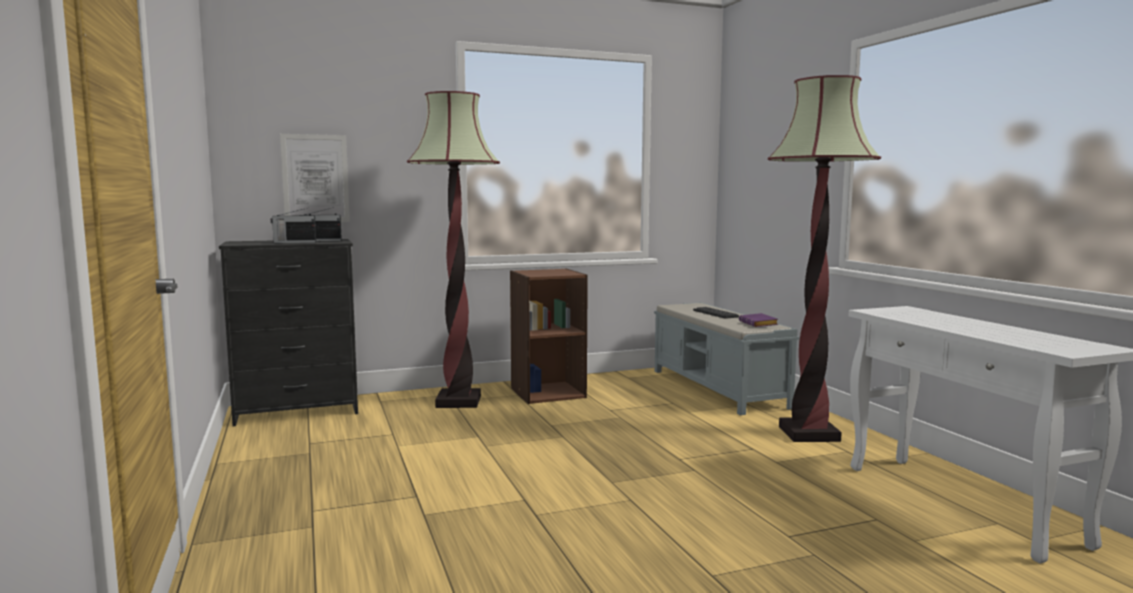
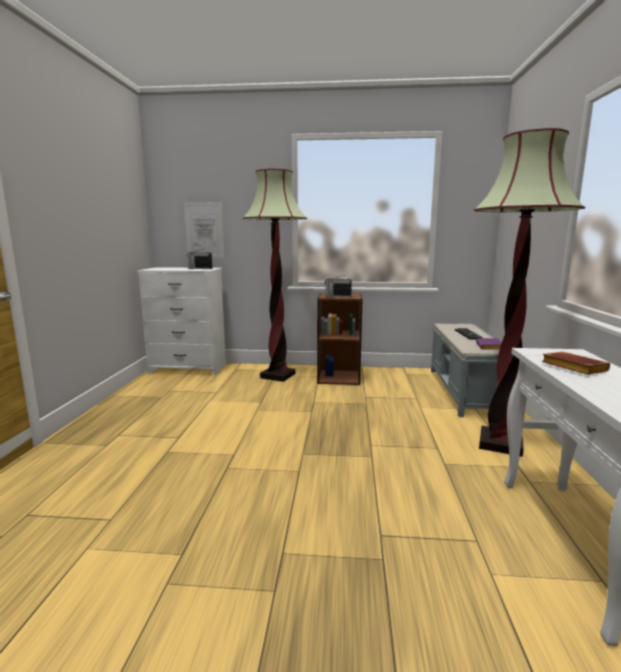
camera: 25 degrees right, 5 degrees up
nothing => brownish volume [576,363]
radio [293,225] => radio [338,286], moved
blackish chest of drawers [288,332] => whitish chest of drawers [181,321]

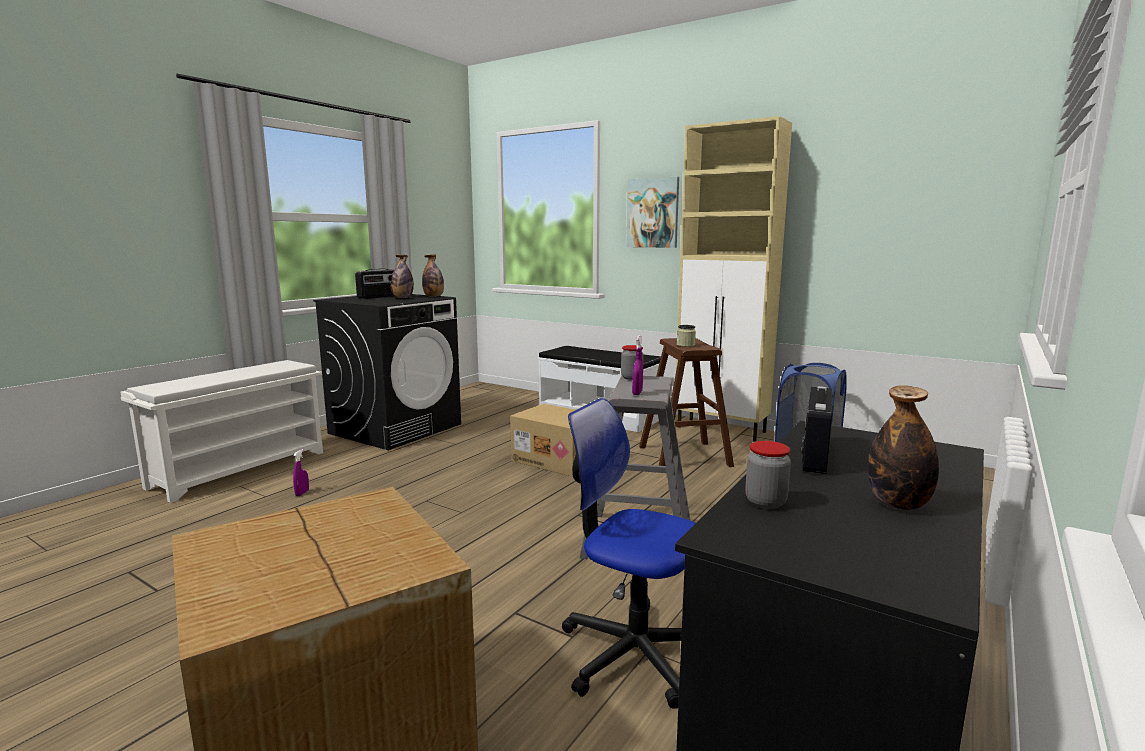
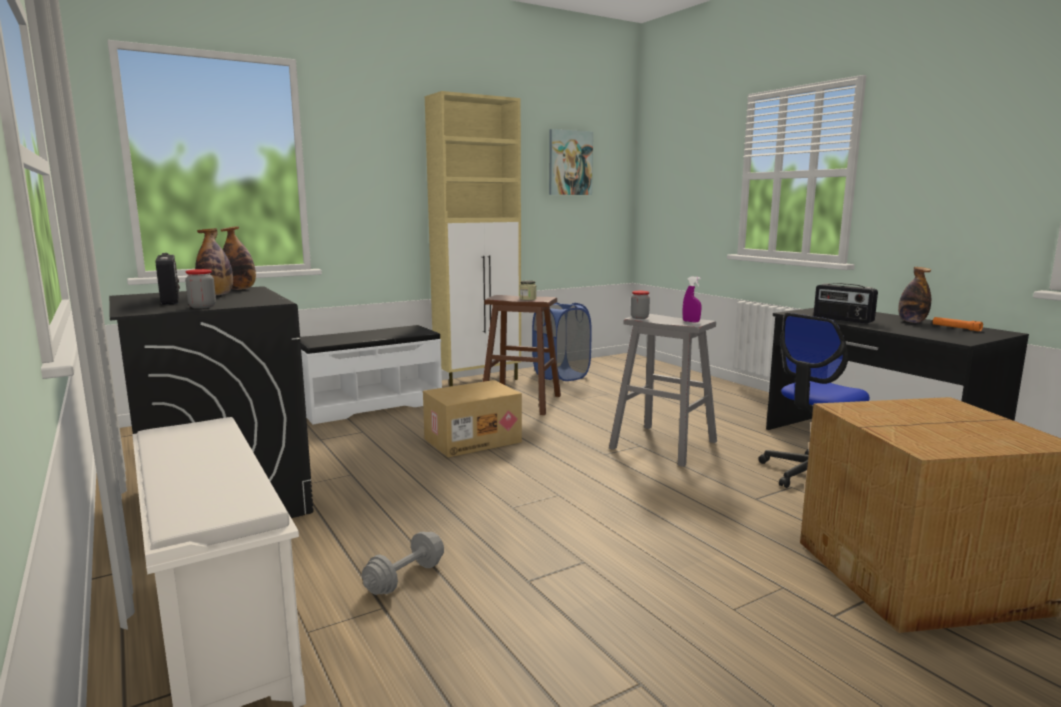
camera: 65 degrees left, 0 degrees up
nothing => orange flashlight [958,324]
wall art [652,212] => wall art [571,162], moved
preserve jar [768,475] => preserve jar [200,289], moved
purple sprayer [301,472] => gray free weight [403,563]

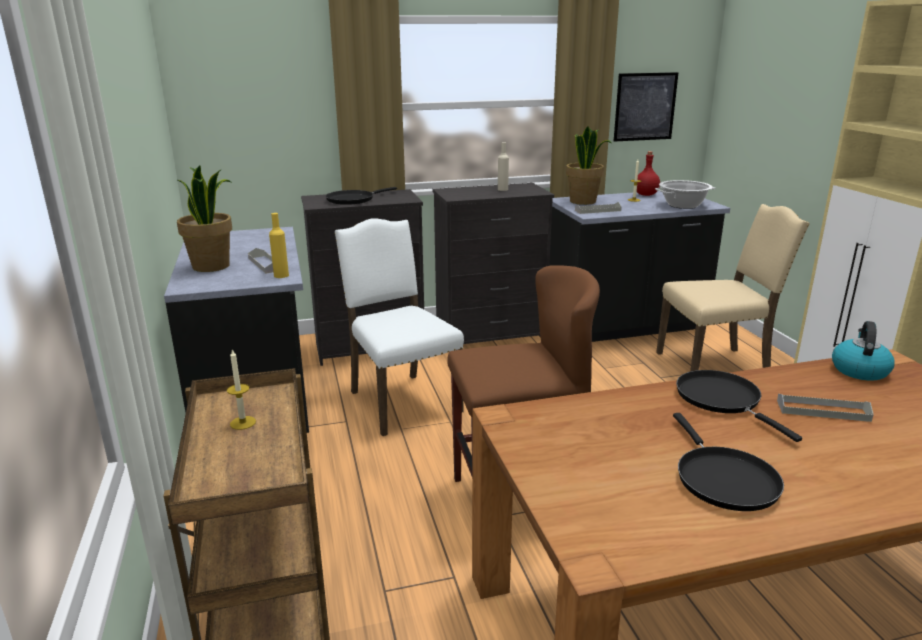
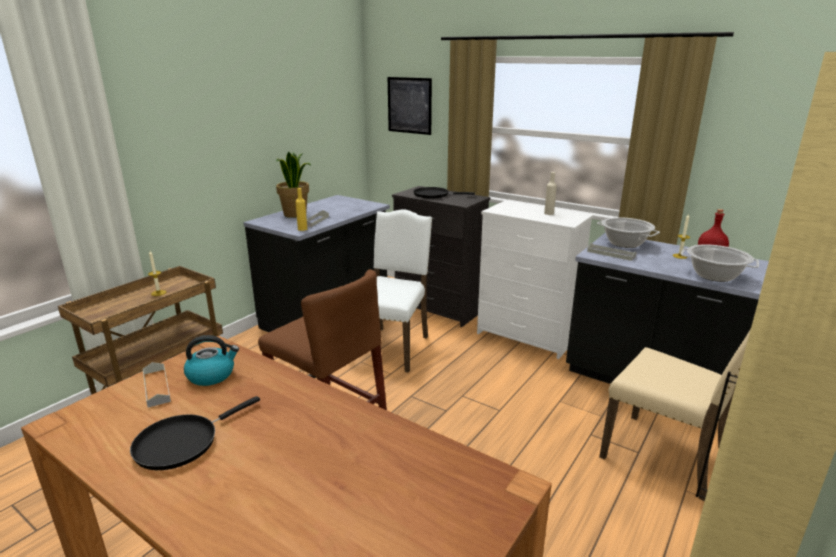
camera: 50 degrees right, 0 degrees up
blackish skillet [739,406] => nothing
wall art [646,107] => wall art [410,106], moved
gray carrying tray [825,408] => gray carrying tray [157,384], moved
kettle [863,351] => kettle [211,360], moved
potted plant [589,166] => cooking pot [628,232]
blackish chest of drawers [493,263] => whitish chest of drawers [535,280]

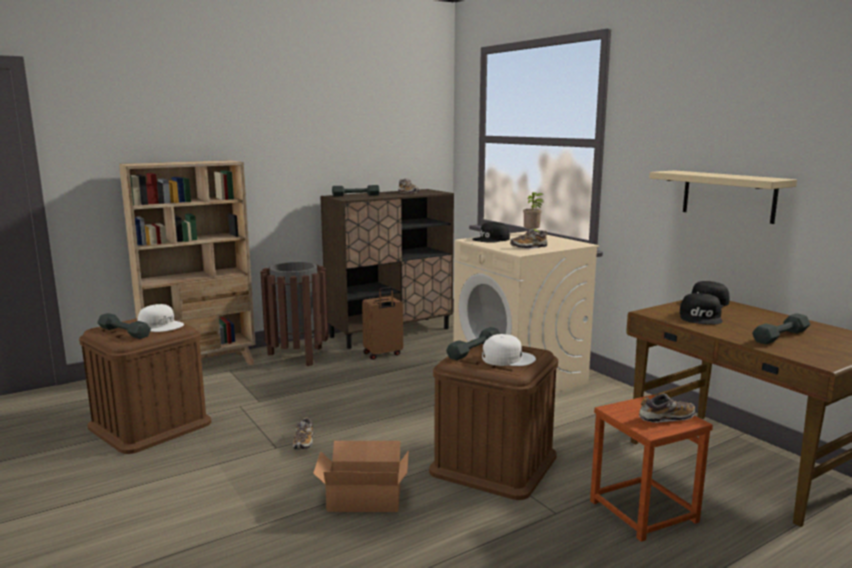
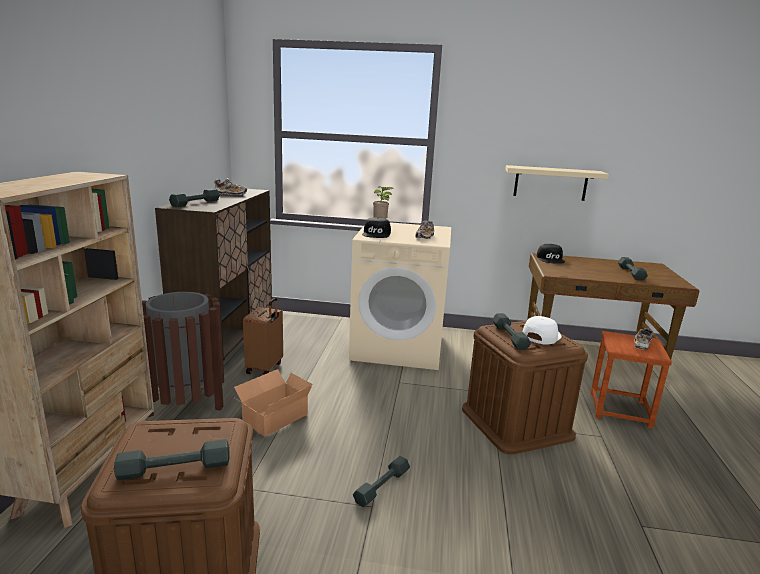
camera: 50 degrees left, 5 degrees up
whitish peaked cap [160,318] => nothing
blackish peaked cap [701,309] => nothing
cardboard box [361,476] => cardboard box [273,402], moved
shoe [303,434] => gray free weight [381,481]

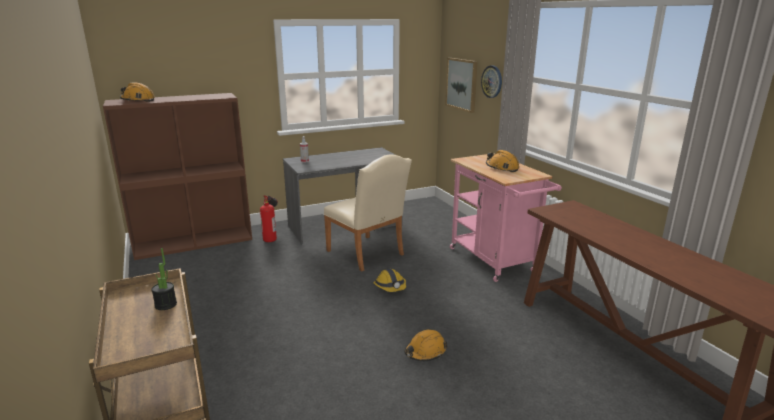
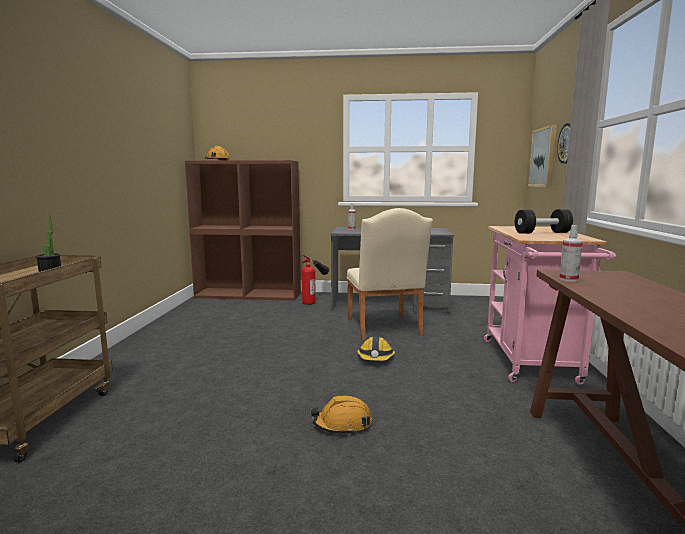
camera: 30 degrees right, 10 degrees down
nothing => sprayer [571,253]
orange hard hat [502,161] => blackish free weight [544,221]

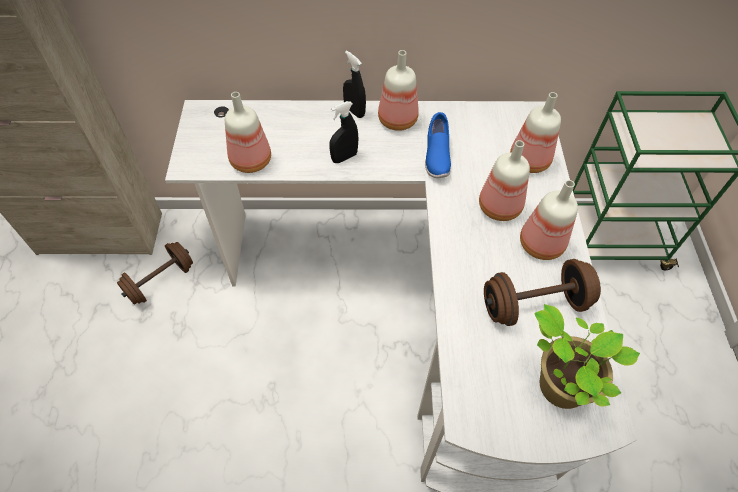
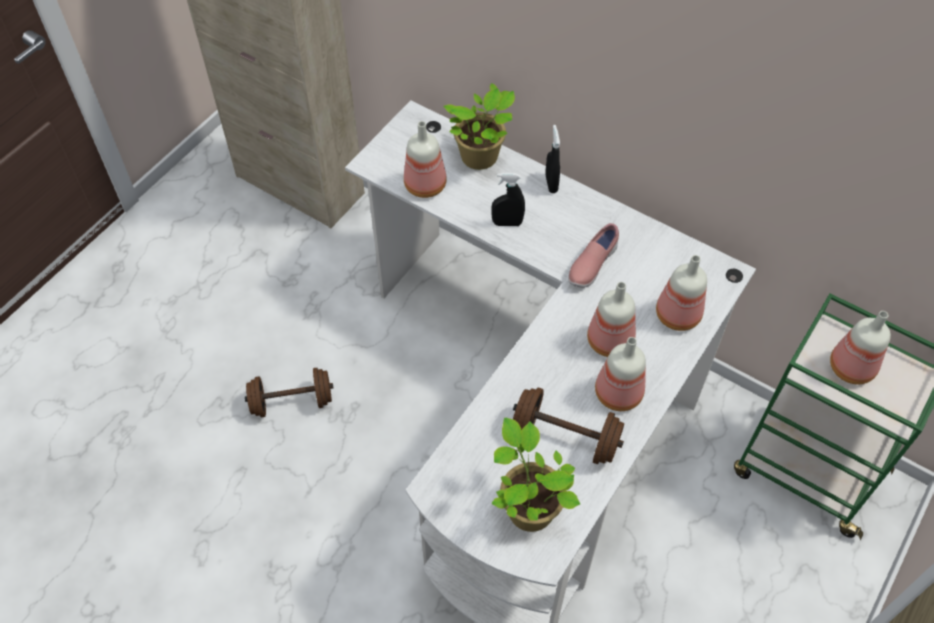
camera: 35 degrees right, 0 degrees up
nothing => potted plant [479,126]
brownish free weight [155,273] => brownish free weight [289,392], moved
beverage bottle [398,90] => beverage bottle [860,347], moved
blue shoe [438,145] => pinkish shoe [593,255]

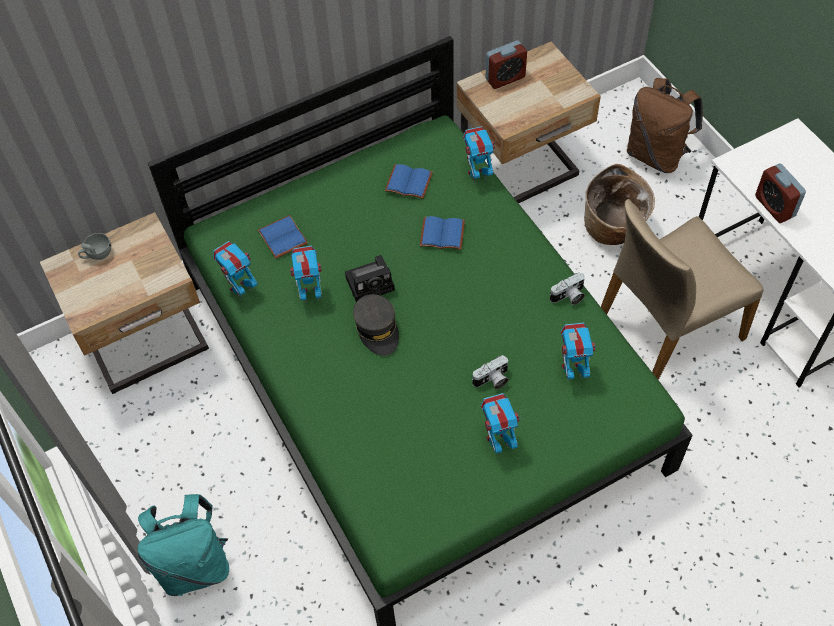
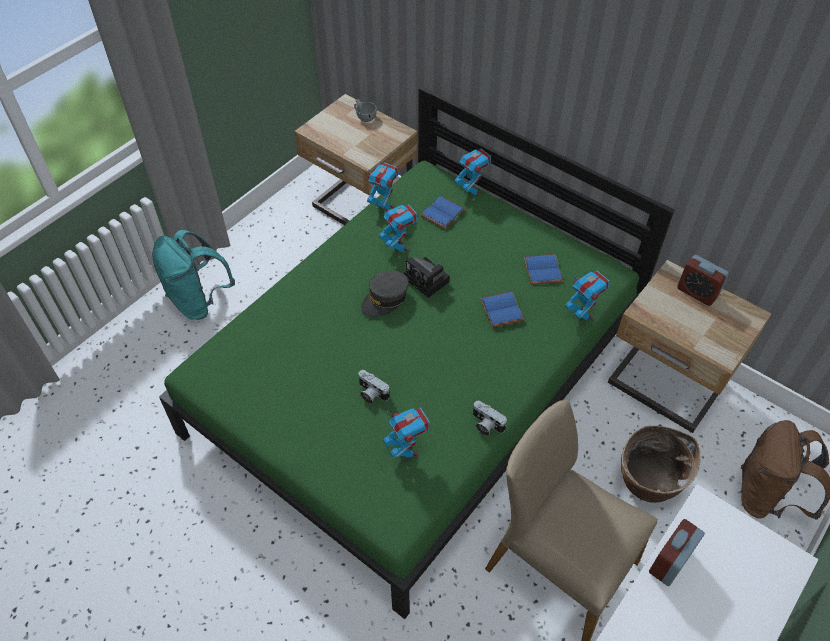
camera: 65 degrees right, 5 degrees down
toy robot [501,423] => toy robot [472,173], moved

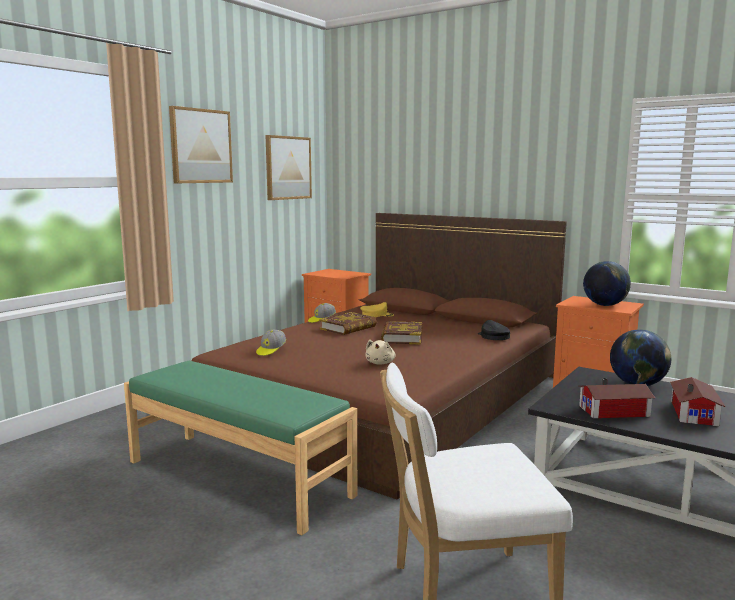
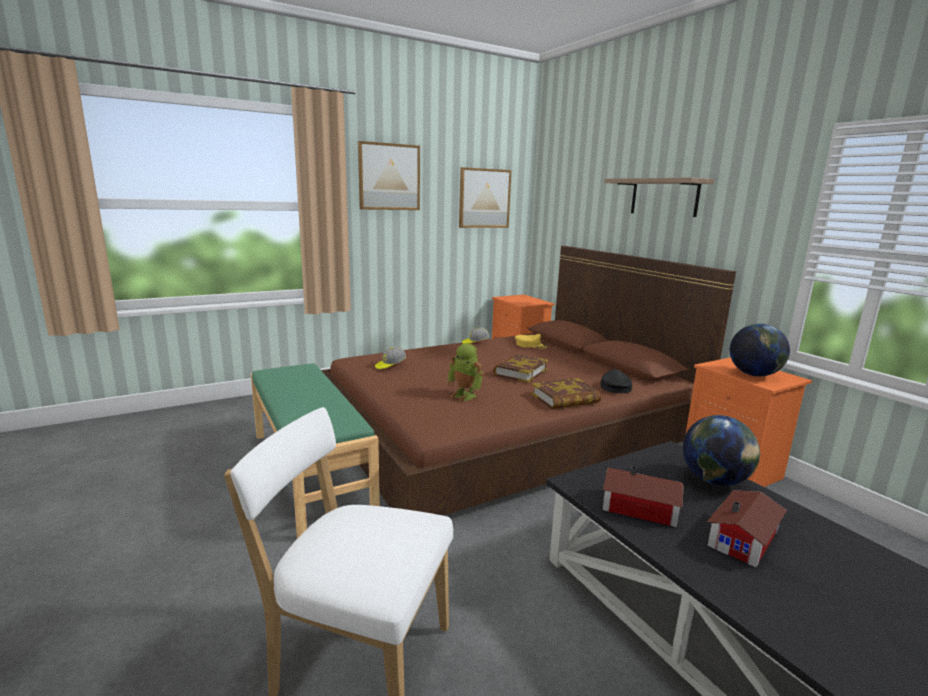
camera: 25 degrees right, 5 degrees up
nothing => bracket shelf [659,197]
volume [348,323] => volume [566,393], moved
sand-coloured cuddly toy [380,352] => toy robot [465,372]

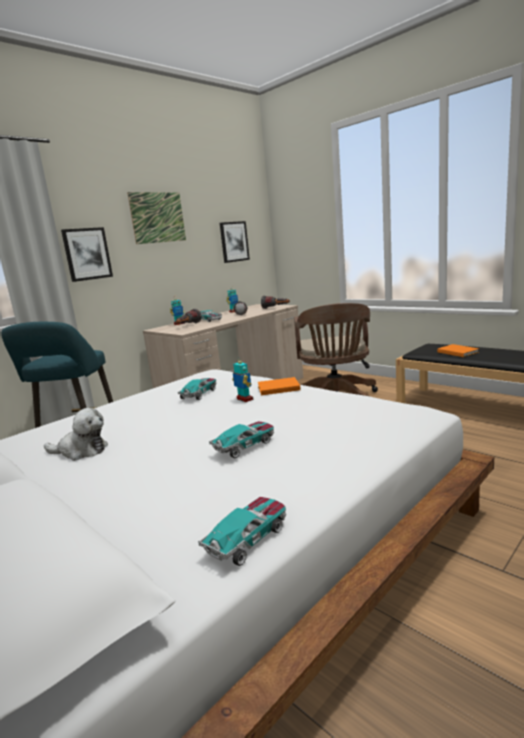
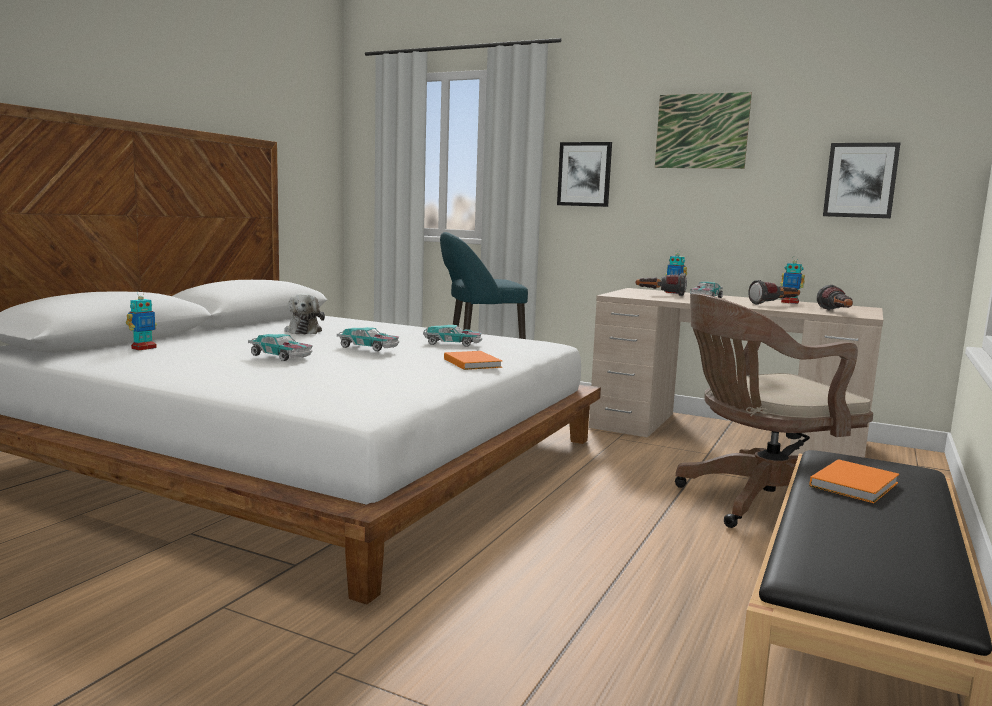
camera: 70 degrees right, 5 degrees down
model car [242,531] => model car [368,339], moved
toy robot [242,379] => toy robot [141,320], moved

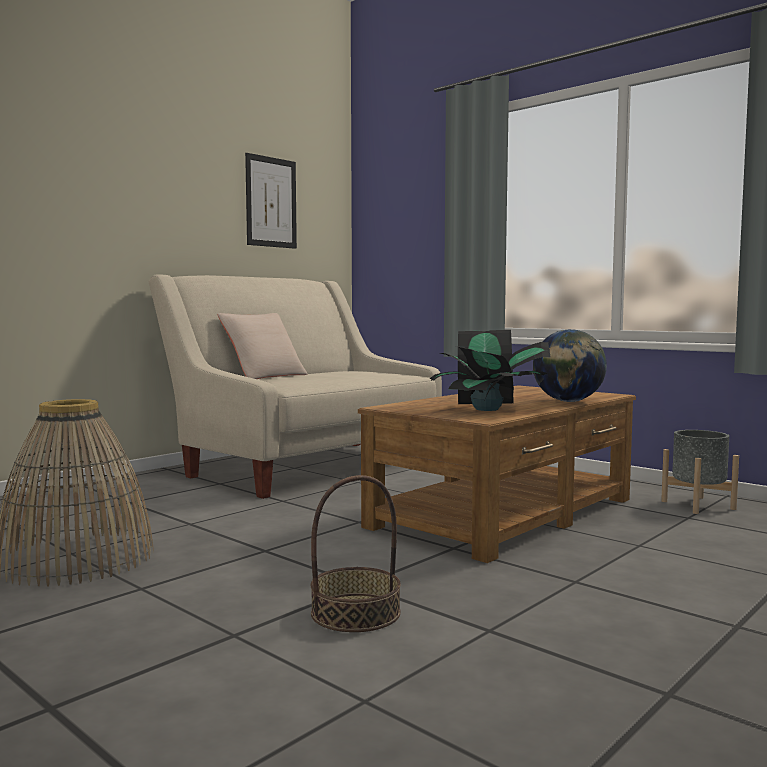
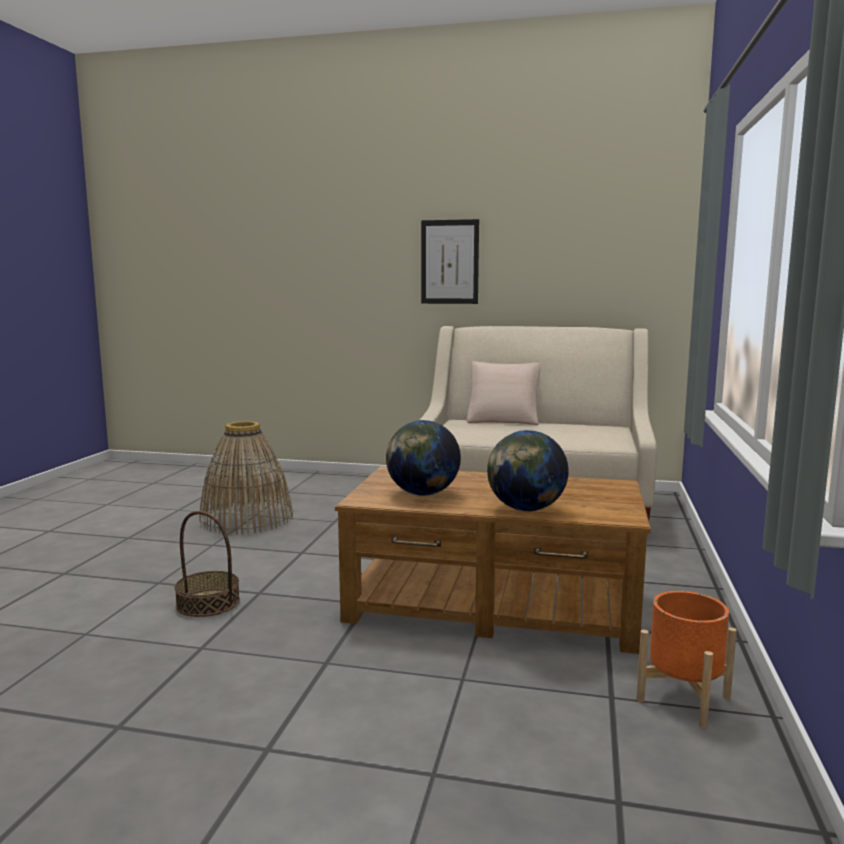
camera: 60 degrees right, 5 degrees up
wall art [271,201] => wall art [450,261], moved
potted plant [490,370] => world globe [423,458]
gray plant pot [700,472] => orange plant pot [686,659]

